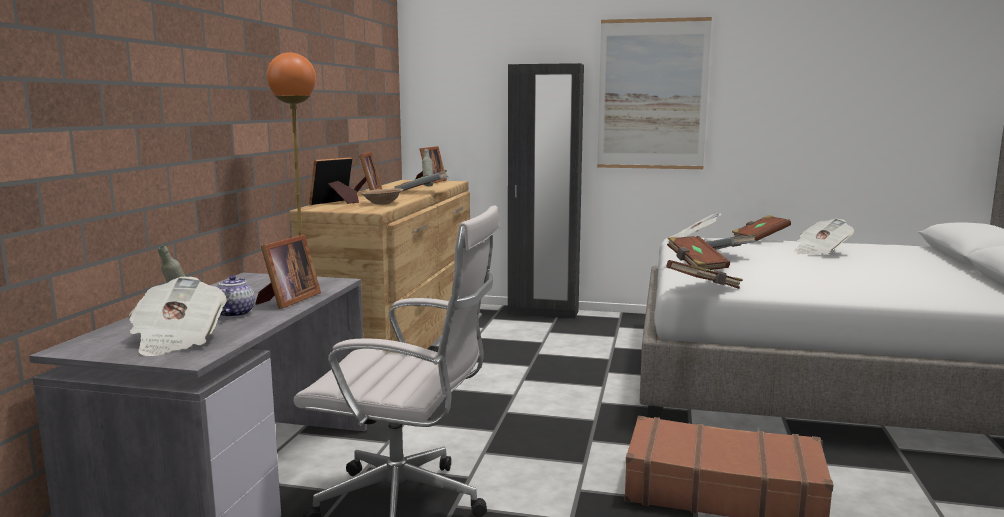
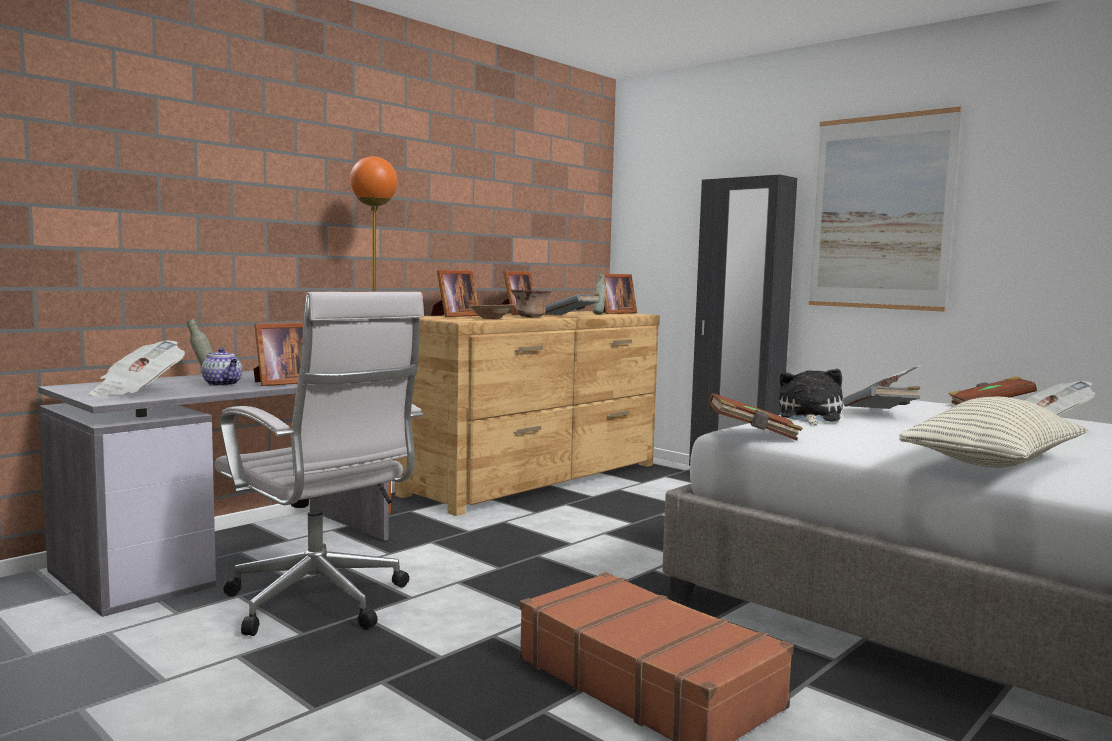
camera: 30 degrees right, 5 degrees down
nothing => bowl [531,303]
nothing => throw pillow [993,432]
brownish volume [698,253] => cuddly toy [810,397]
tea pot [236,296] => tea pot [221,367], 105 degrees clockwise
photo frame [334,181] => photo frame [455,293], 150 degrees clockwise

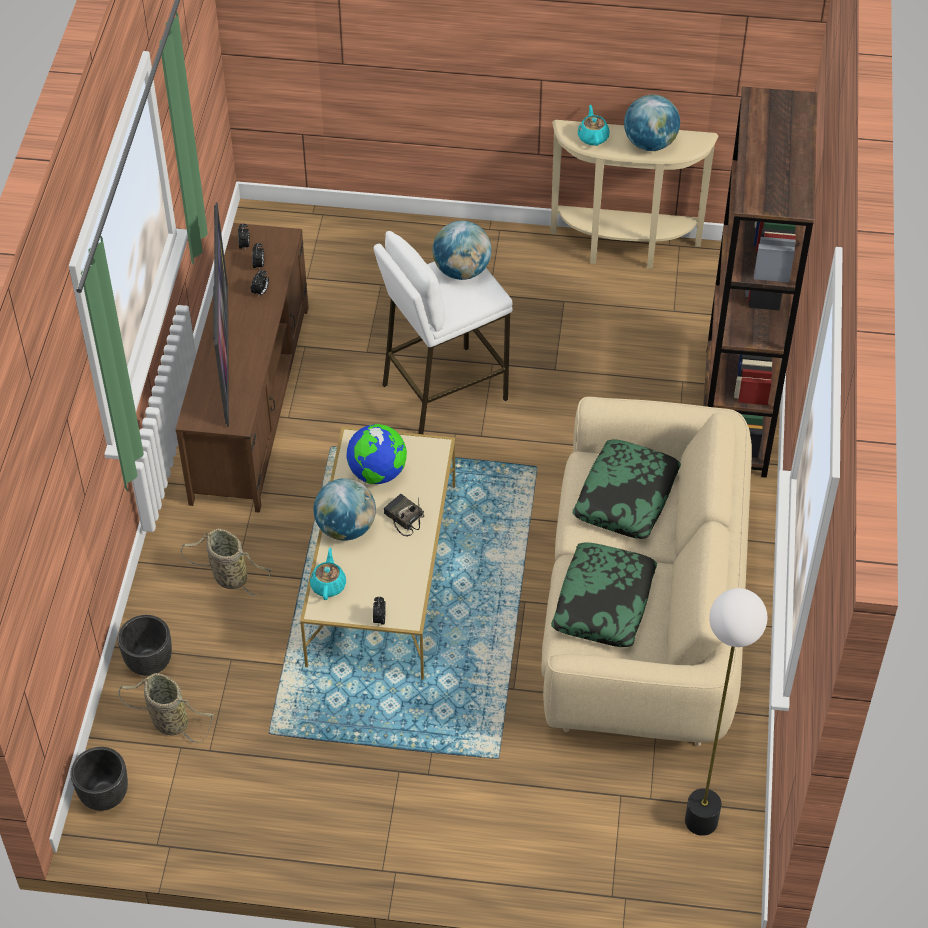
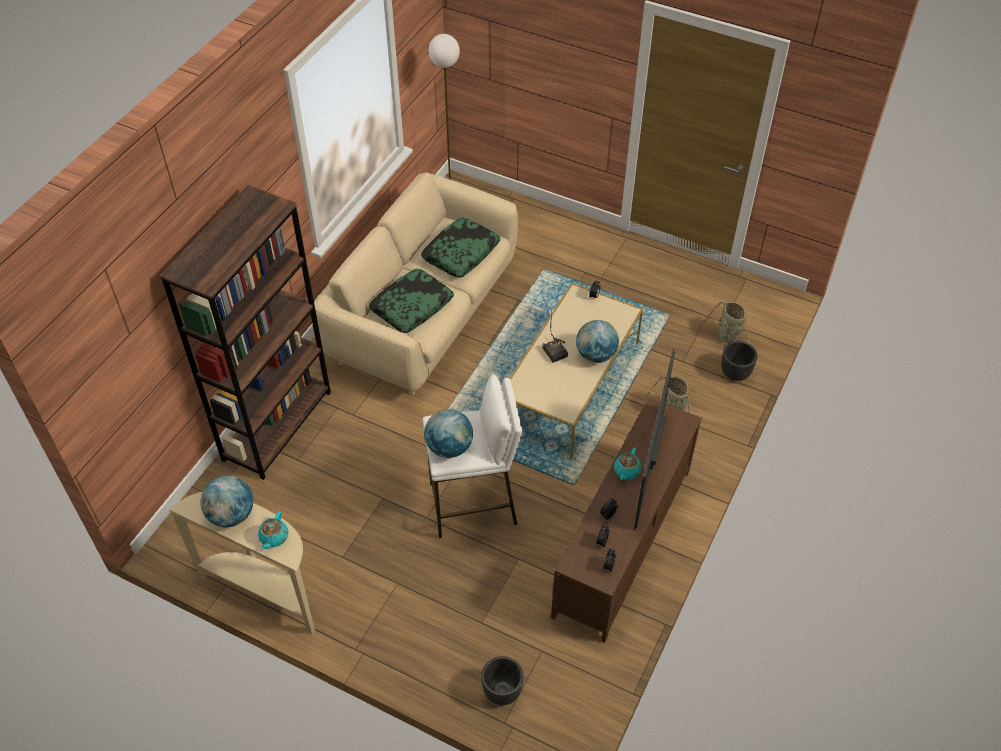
camera: 160 degrees left, 0 degrees up
world globe [376,454] => nothing
blackish plant pot [99,779] => blackish plant pot [502,680], moved
turquoise tea pot [328,573] => turquoise tea pot [628,463], moved

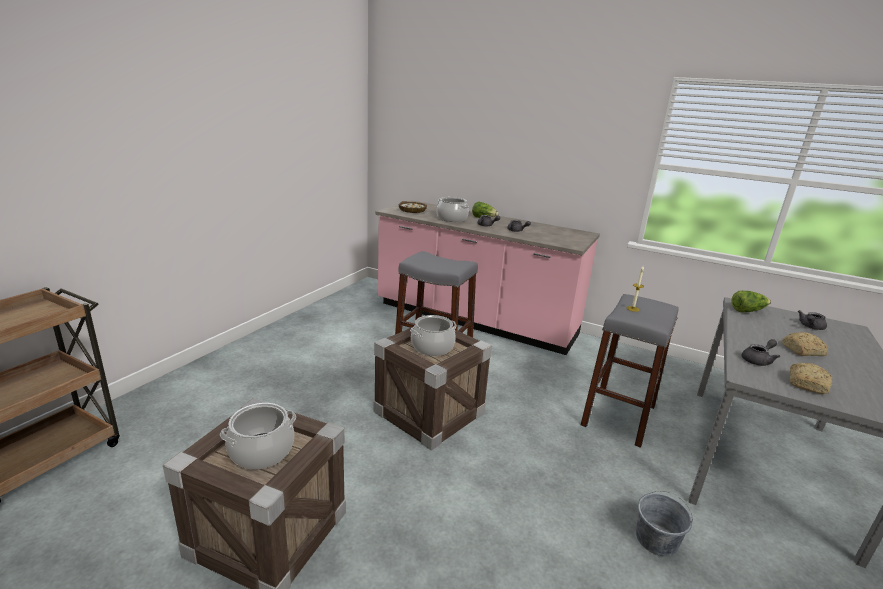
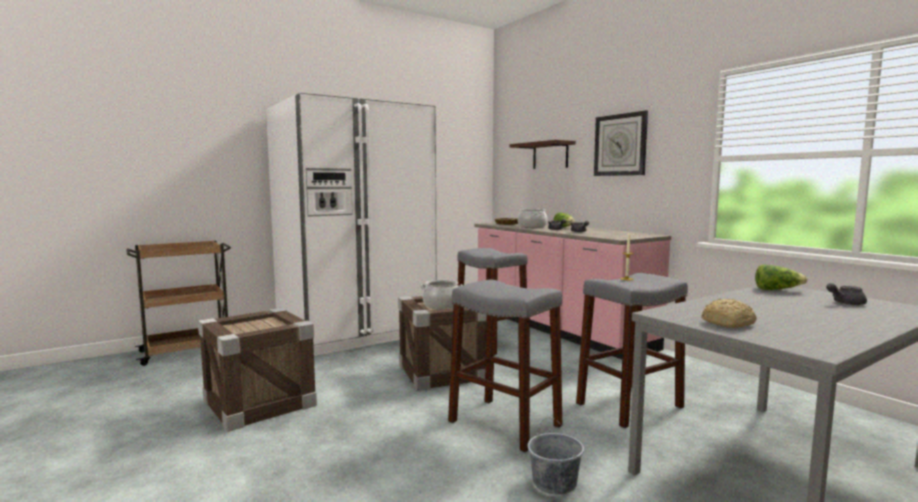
camera: 30 degrees right, 15 degrees down
cooking pot [258,436] => nothing
gray tea pot [761,352] => nothing
baked bread [805,344] => nothing
nothing => whitish refrigerator [351,224]
nothing => gray stool [505,365]
nothing => bracket shelf [542,154]
nothing => clock on the wall [621,143]

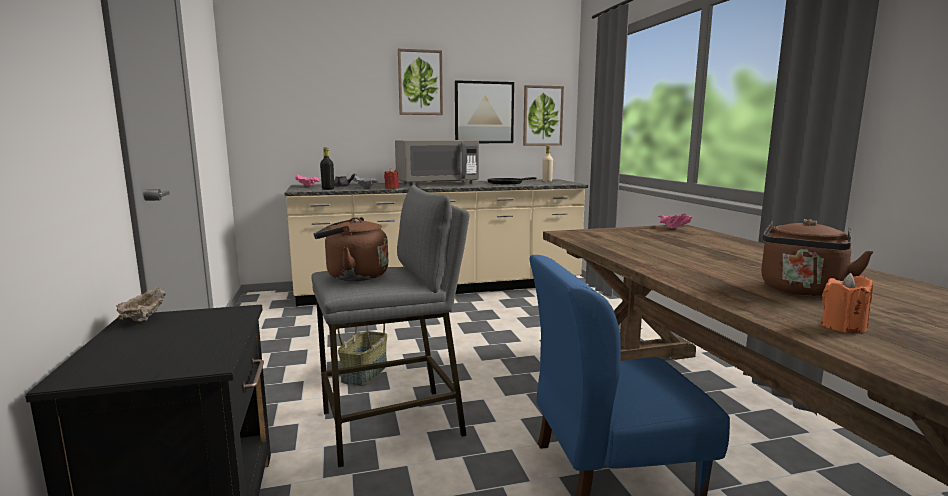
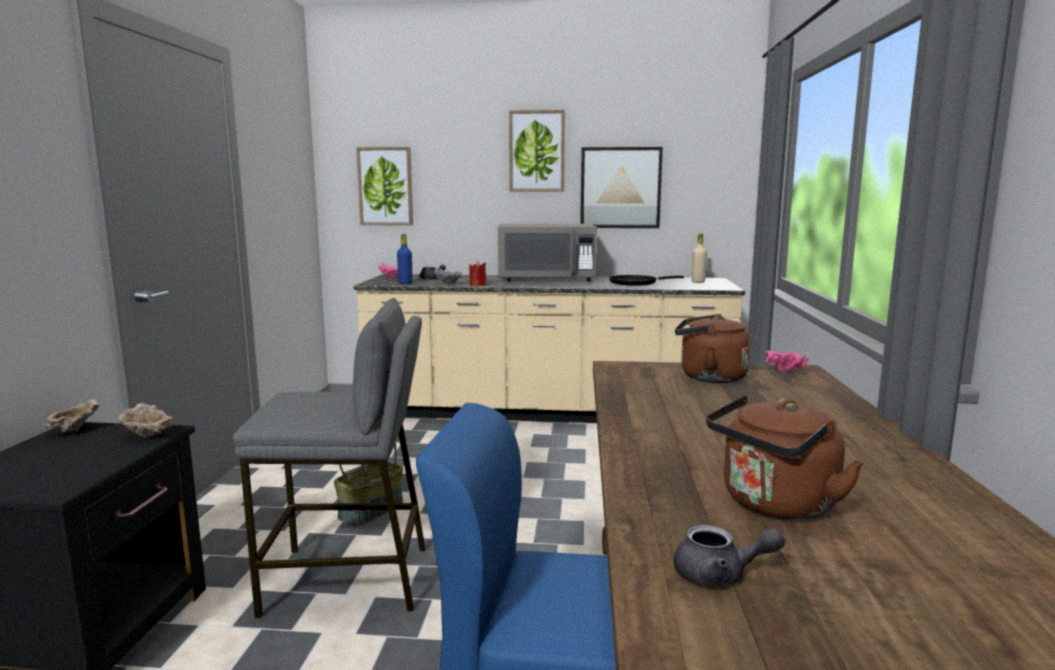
camera: 20 degrees right, 0 degrees up
nothing => sand-coloured bowl [145,420]
brownish kettle [351,249] => brownish kettle [713,348], moved
wall art [543,115] => wall art [384,186], moved
orange wax candle [847,303] => gray tea pot [729,556]
blackish beverage bottle [327,168] => blue beverage bottle [405,259]

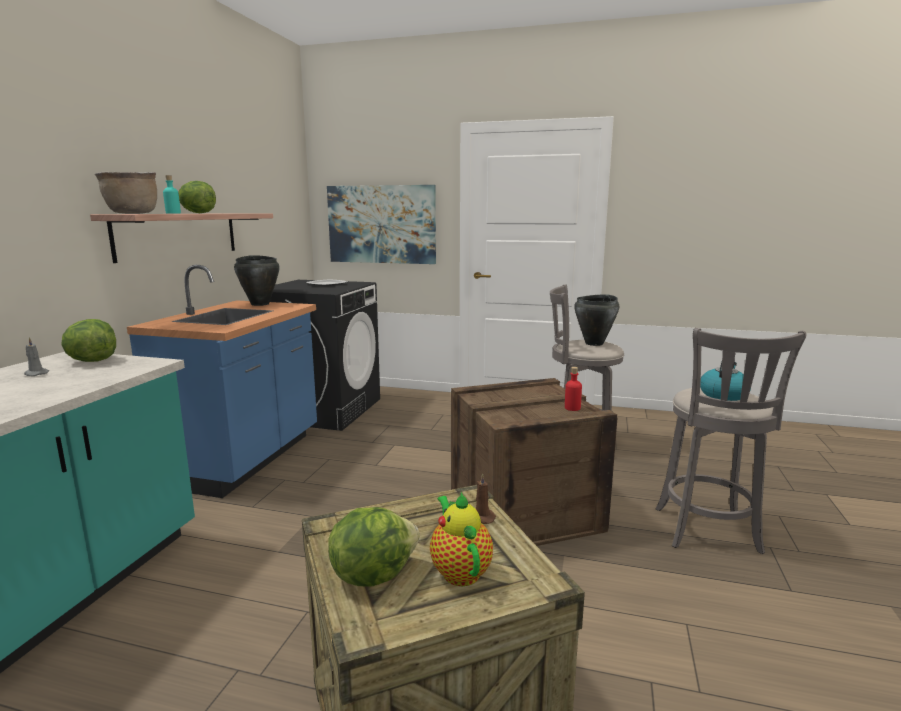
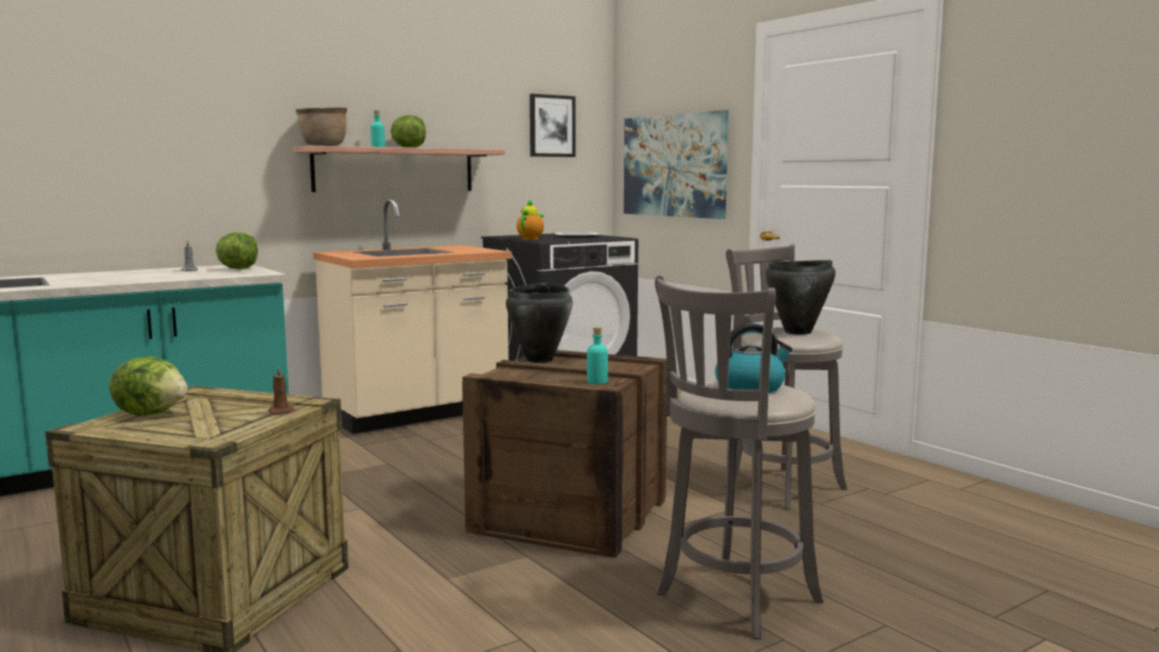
camera: 40 degrees right, 5 degrees down
nothing => wall art [552,125]
blackish cooking pot [257,280] => blackish cooking pot [539,323], moved
tea pot [461,539] => tea pot [530,219], moved
blue counter [222,381] => sand-coloured counter [412,316]
red-coloured beverage bottle [573,389] => turquoise beverage bottle [597,355]

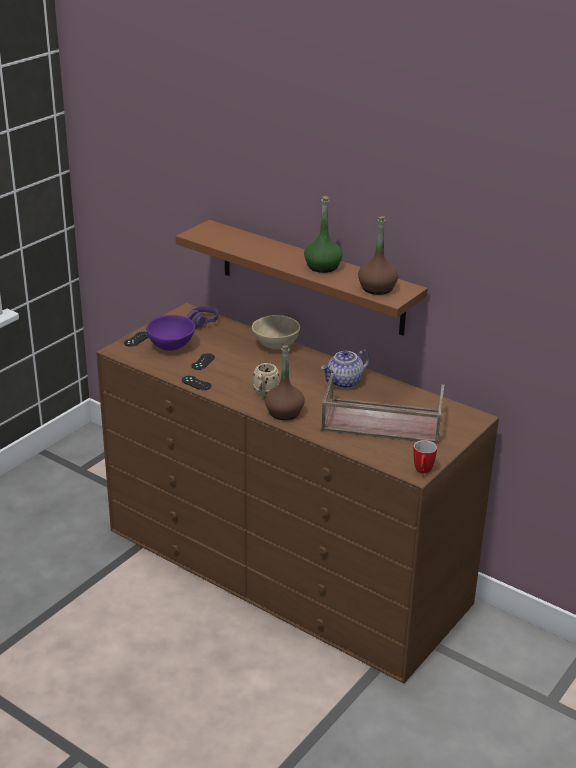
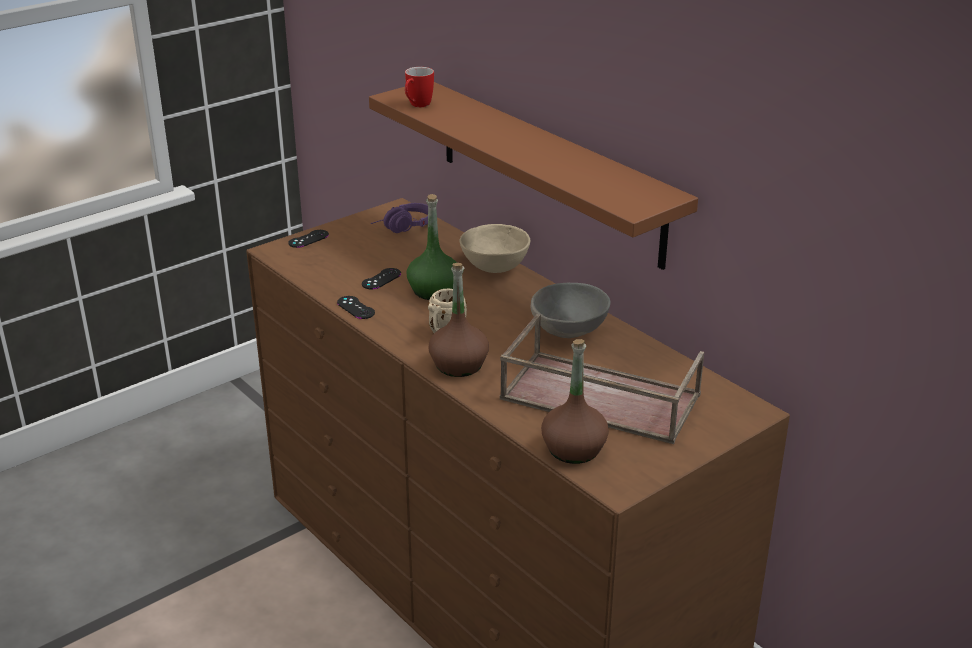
camera: 15 degrees right, 0 degrees up
purple bowl [170,333] => nothing
greenish beverage bottle [323,234] => greenish beverage bottle [432,247], moved
brownish beverage bottle [378,255] => brownish beverage bottle [575,401], moved
mug [425,456] => mug [419,87], moved
tea pot [345,369] => gray bowl [570,310]

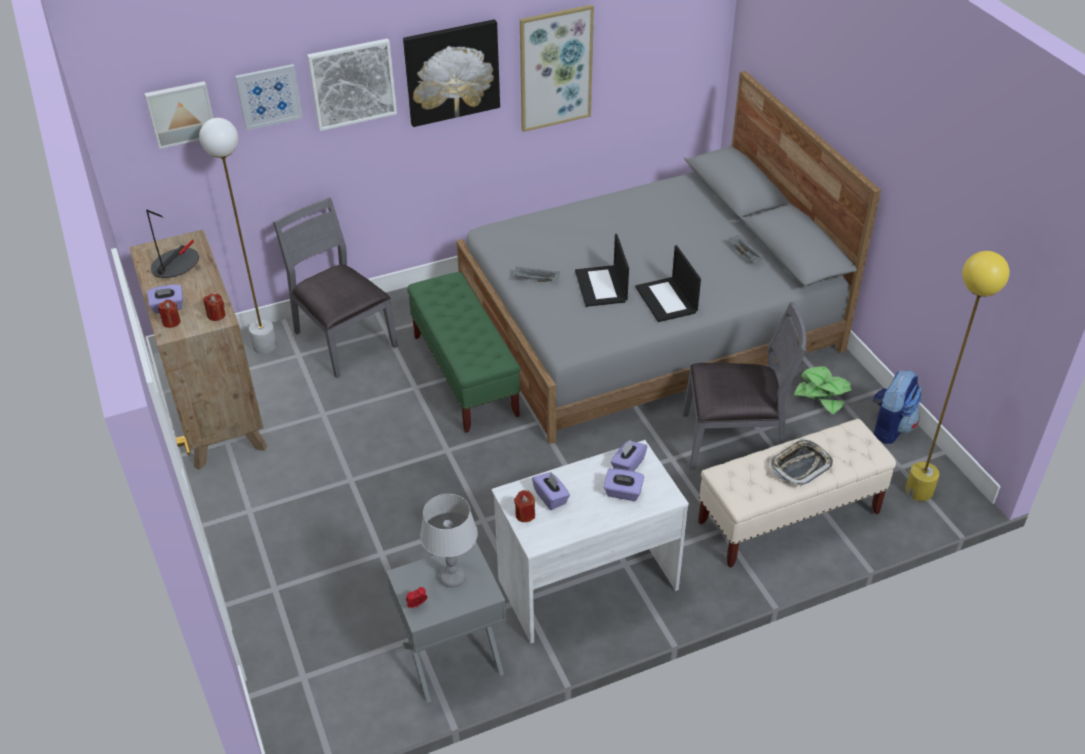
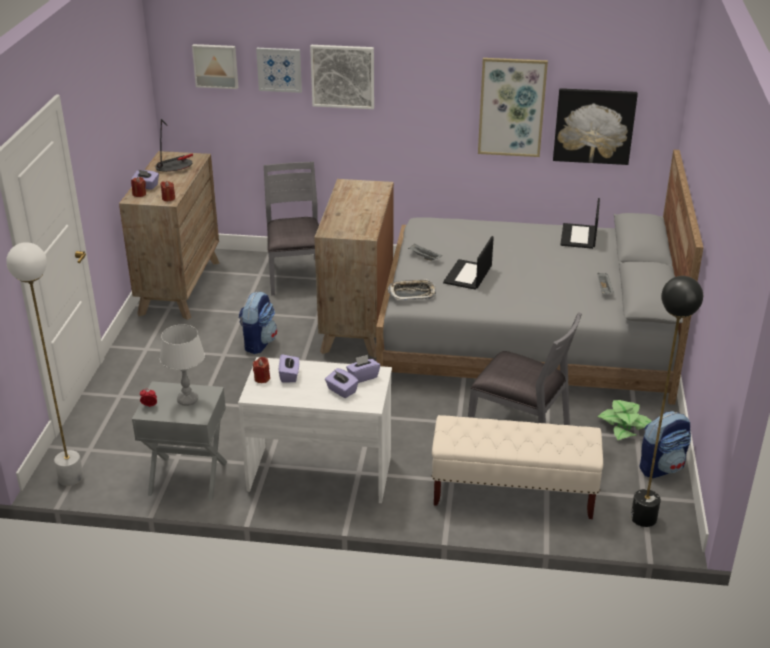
camera: 30 degrees right, 10 degrees down
nothing => backpack [257,323]
whitish standing lamp [238,236] => whitish standing lamp [45,364], moved
wall art [451,73] => wall art [595,126], moved
portable computer [668,283] => portable computer [580,223], moved
carrying tray [802,462] => carrying tray [412,289], moved
greenish long seat [464,352] => brownish chest of drawers [354,268]
yellowish standing lamp [957,376] => blackish standing lamp [667,401]

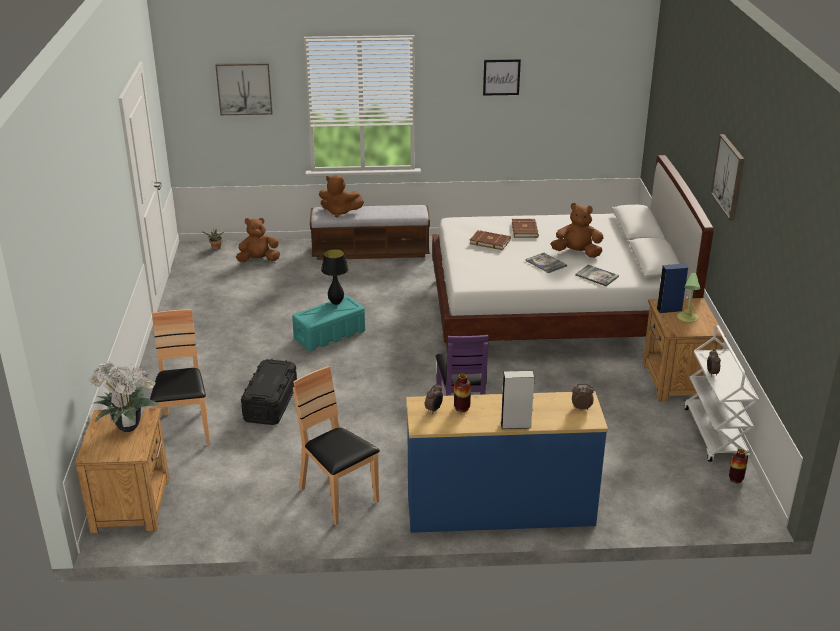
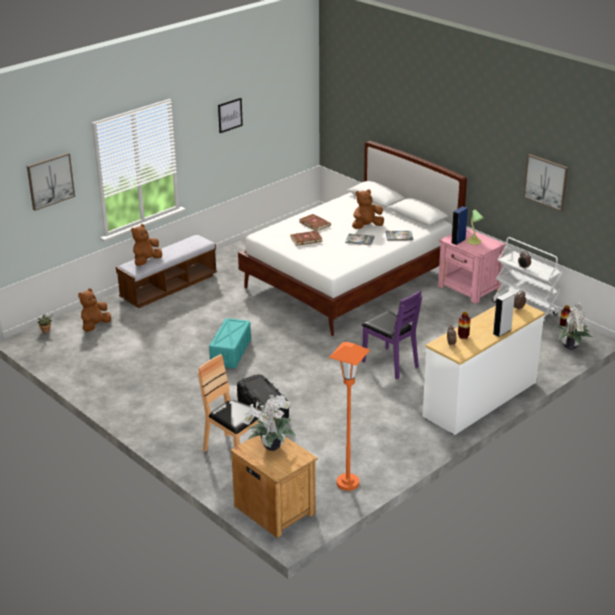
camera: 40 degrees left, 0 degrees up
brownish plain chair [336,445] => nothing
blackish table lamp [334,277] => nothing
nothing => orange standing lamp [349,416]
nothing => potted plant [573,326]
wall art [727,177] => wall art [545,183], moved
blue chest of drawers [507,462] => whitish chest of drawers [484,369]
brownish nightstand [684,349] => pinkish nightstand [471,266]
brownish cuddly toy [341,196] => brownish cuddly toy [146,245], 150 degrees clockwise

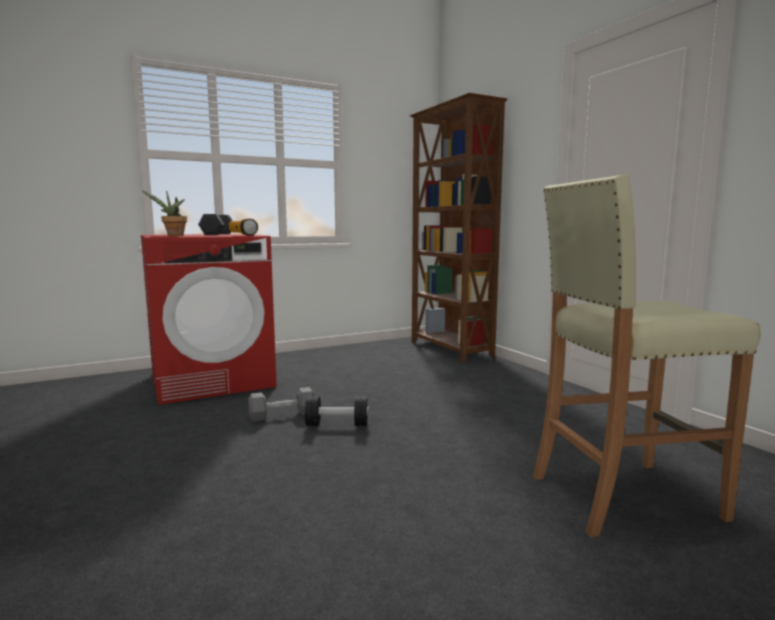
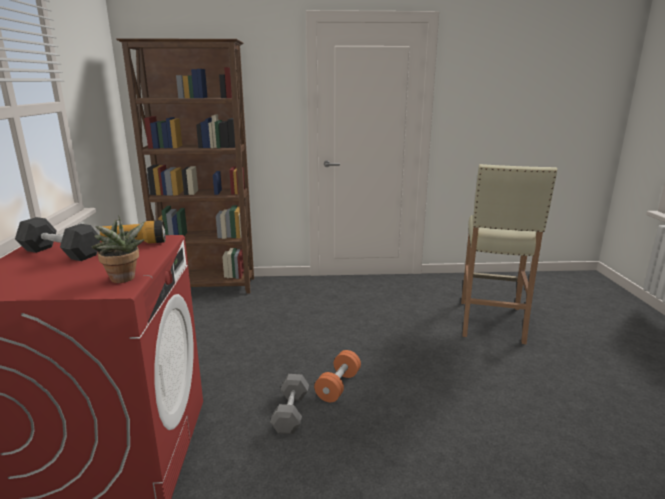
camera: 65 degrees left, 10 degrees up
blackish free weight [337,411] => orange free weight [337,376]

